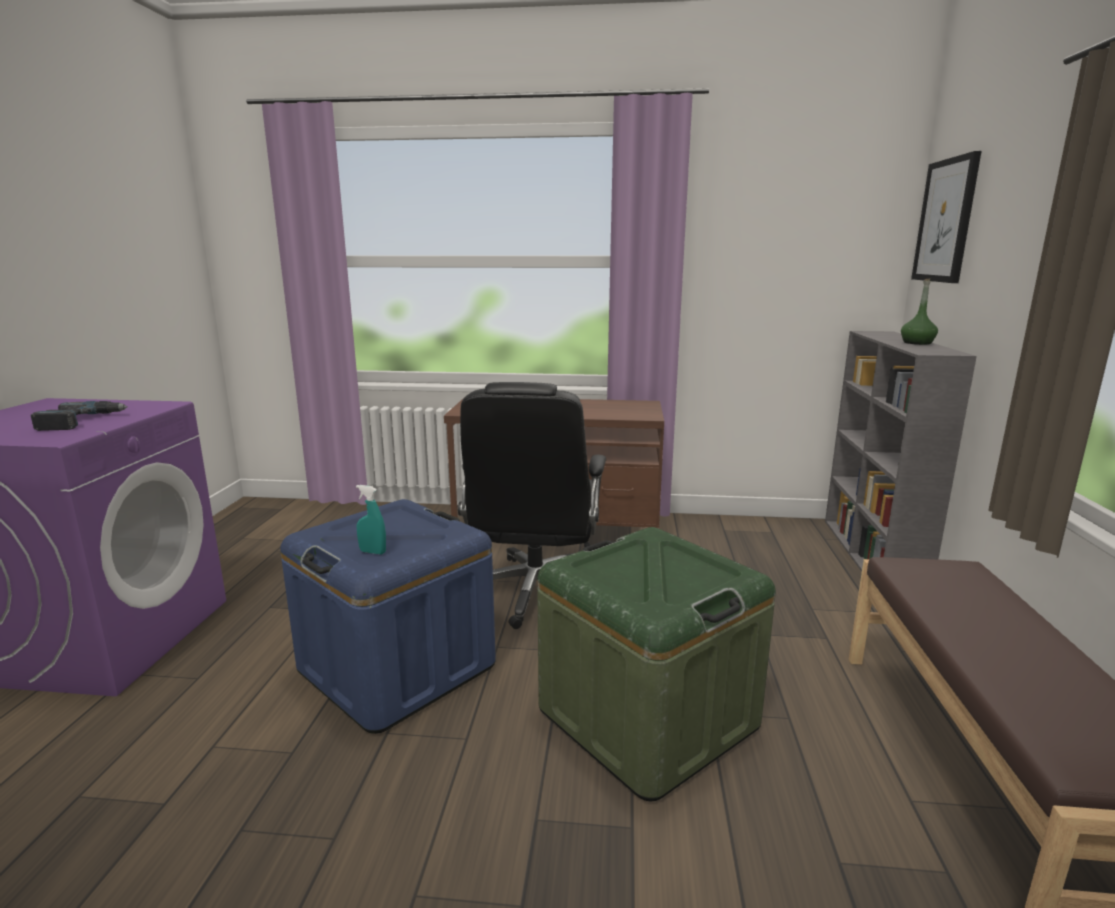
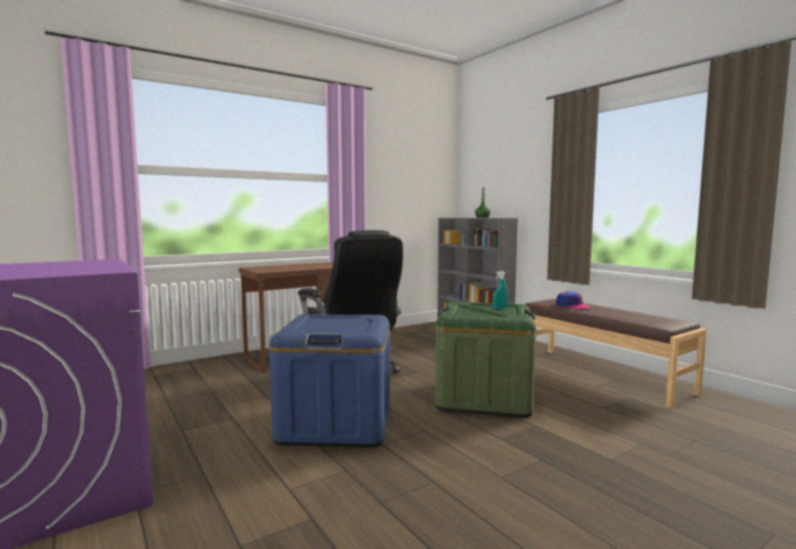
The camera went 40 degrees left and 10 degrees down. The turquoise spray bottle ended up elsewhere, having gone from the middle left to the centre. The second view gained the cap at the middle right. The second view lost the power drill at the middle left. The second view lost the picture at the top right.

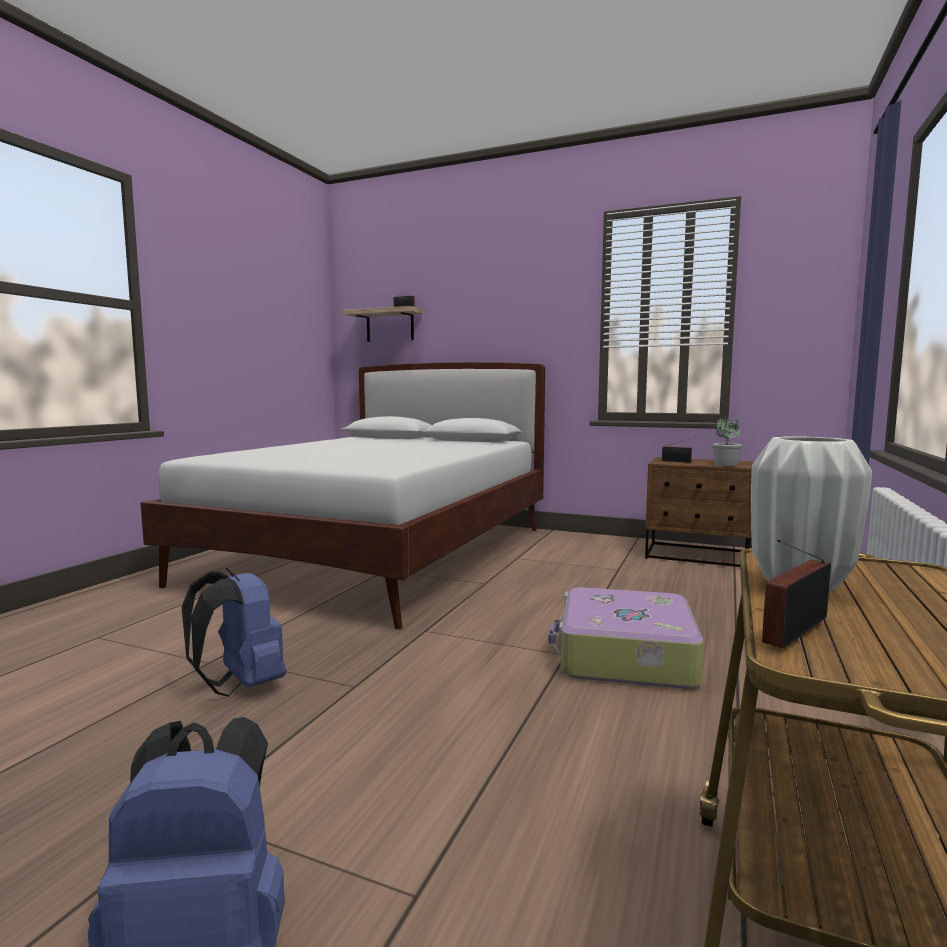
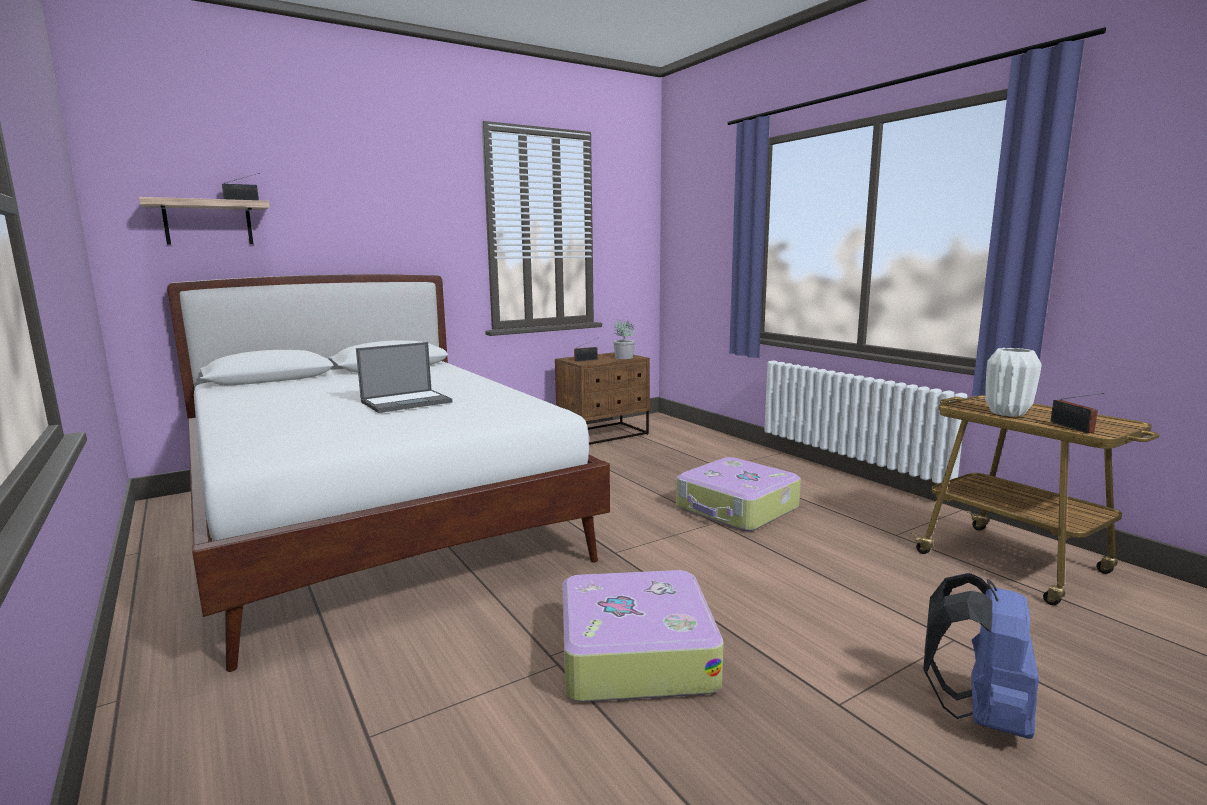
The camera went 55 degrees left and 5 degrees up. The second view gained the laptop at the centre. Where the blue backpack (no. 2 from left) stood at the bottom left, the suitcase (no. 1 from left) came to stand at the bottom centre.

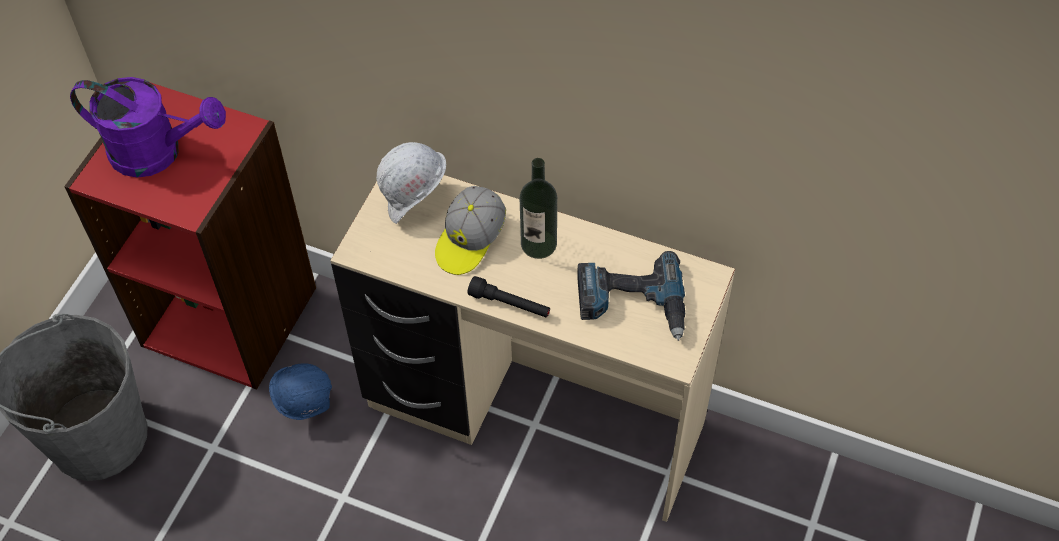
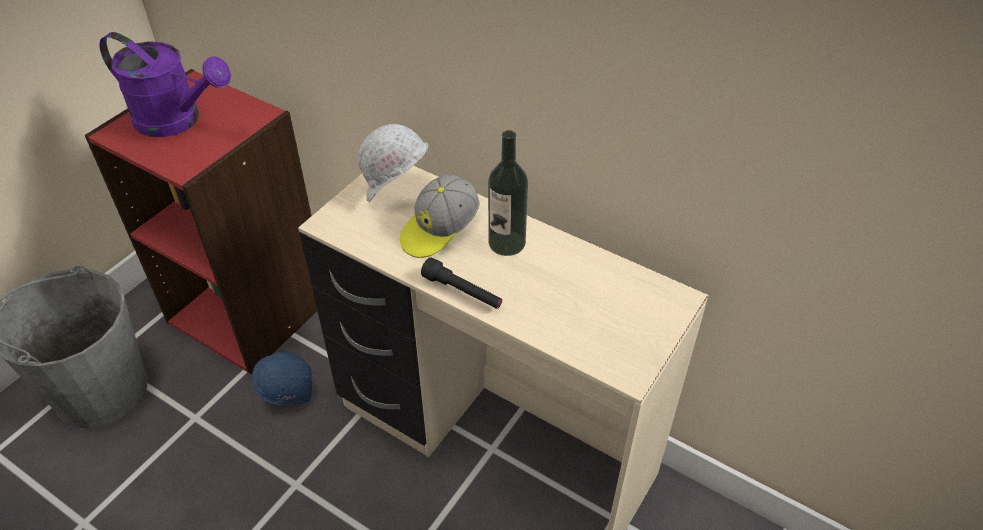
The camera went 10 degrees right and 10 degrees down. The second view lost the power drill at the centre.

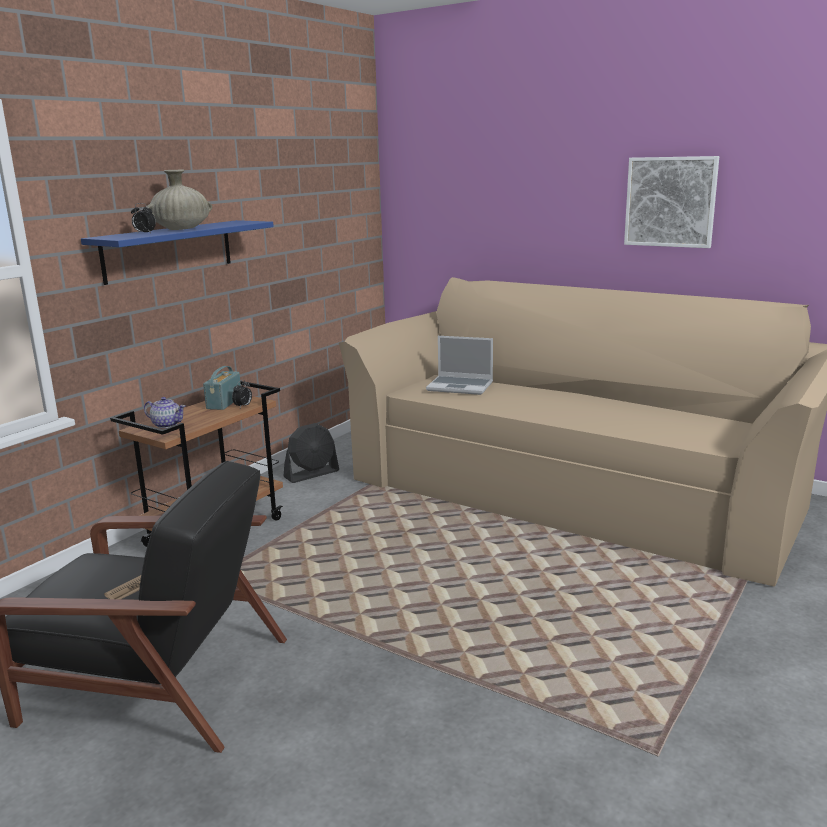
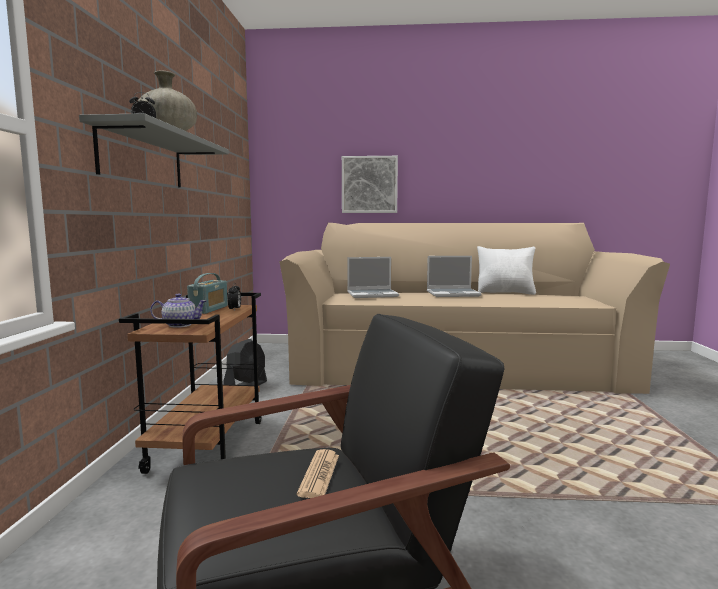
The camera went 30 degrees left and 10 degrees down. What was the blue shelf at the top left turned into the grey shelf at the top left. The radio at the middle left ended up facing another way, 150 degrees counterclockwise from before. The picture ended up elsewhere, having gone from the top right to the top centre. The second view gained the laptop (no. 2 from left) at the centre. The second view gained the white pillow at the middle right.

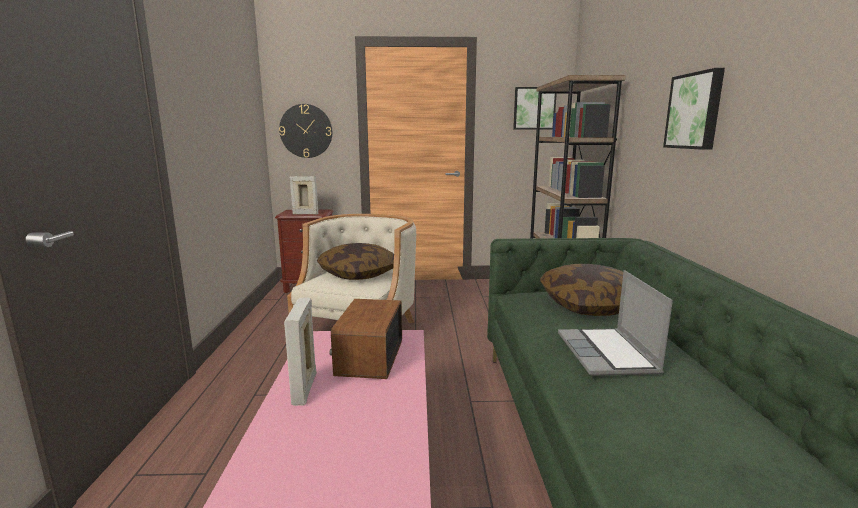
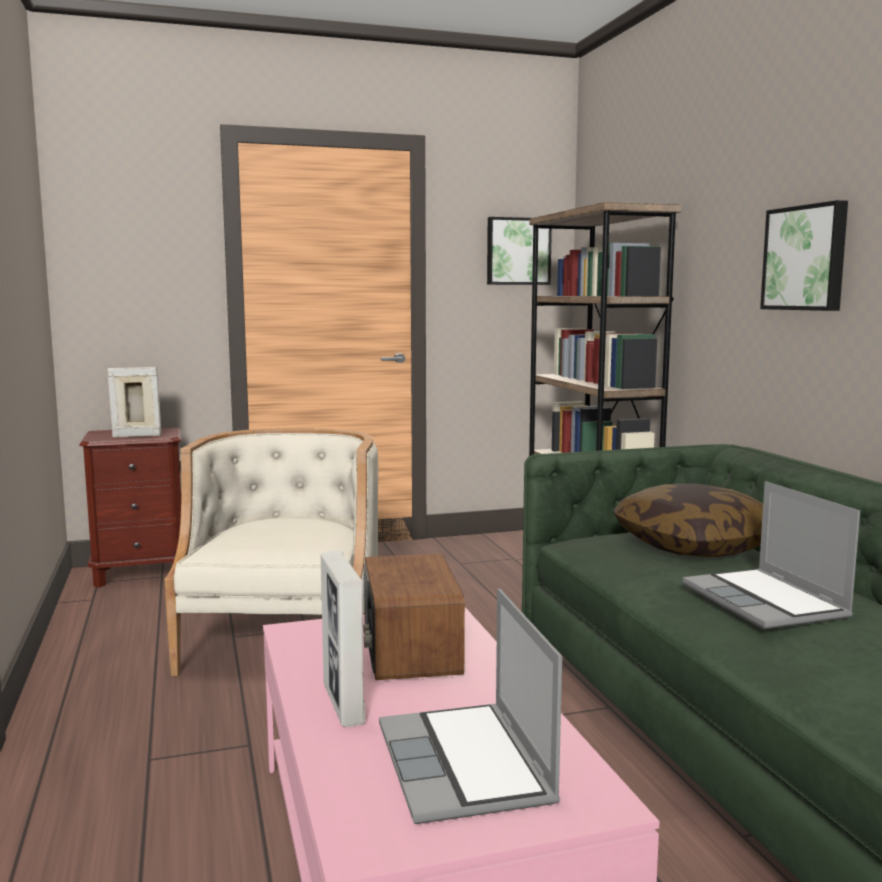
The camera went 15 degrees left and 5 degrees down. The second view gained the laptop (no. 1 from left) at the bottom centre. The second view lost the wall clock at the top centre. The second view lost the pillow (no. 1 from left) at the centre.

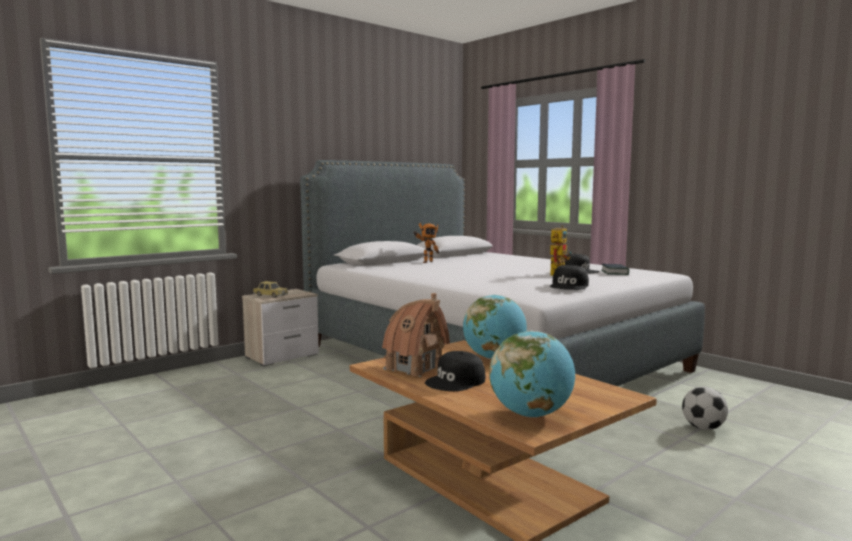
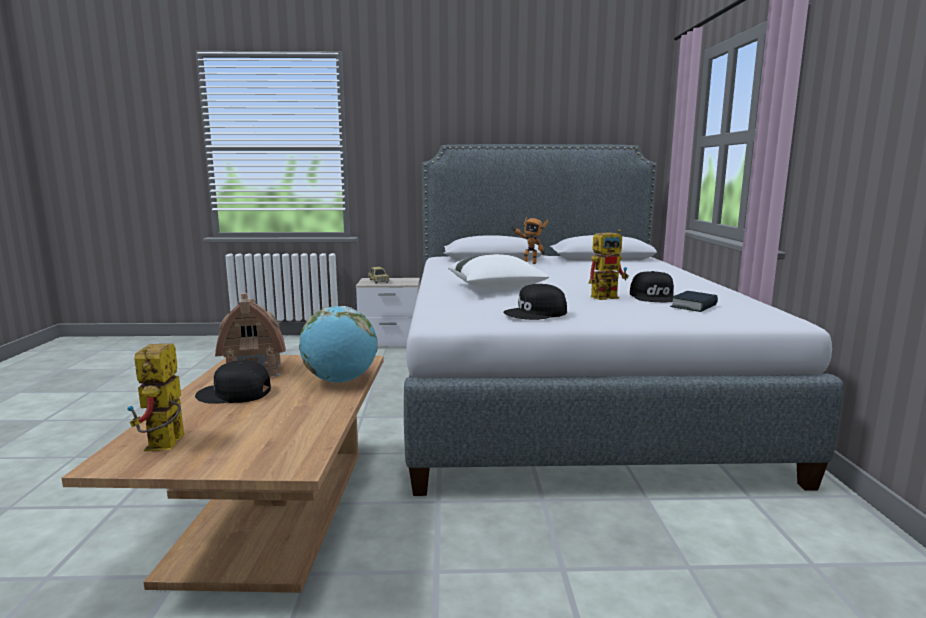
The camera went 40 degrees right and 5 degrees up. Where the globe (no. 2 from left) stood at the bottom centre, the toy robot (no. 1 from left) came to stand at the middle left. The second view gained the white pillow at the centre. The second view lost the football at the bottom right.

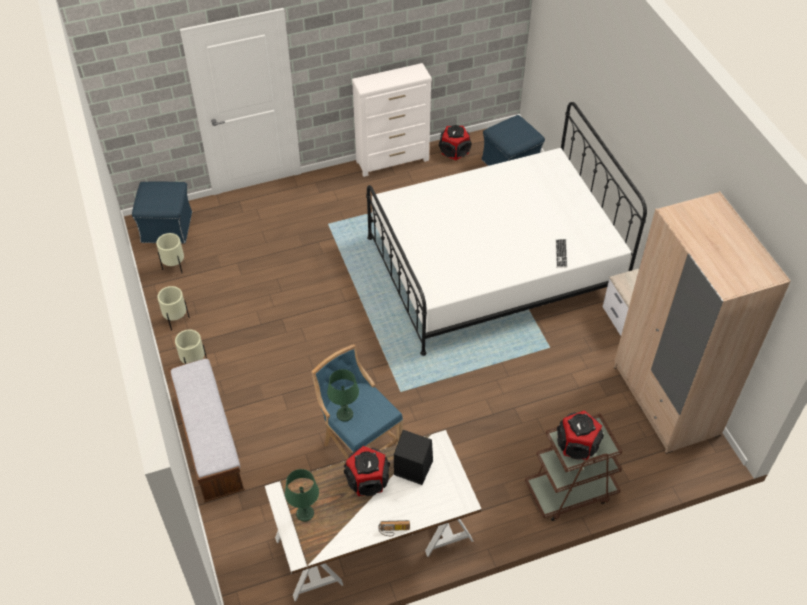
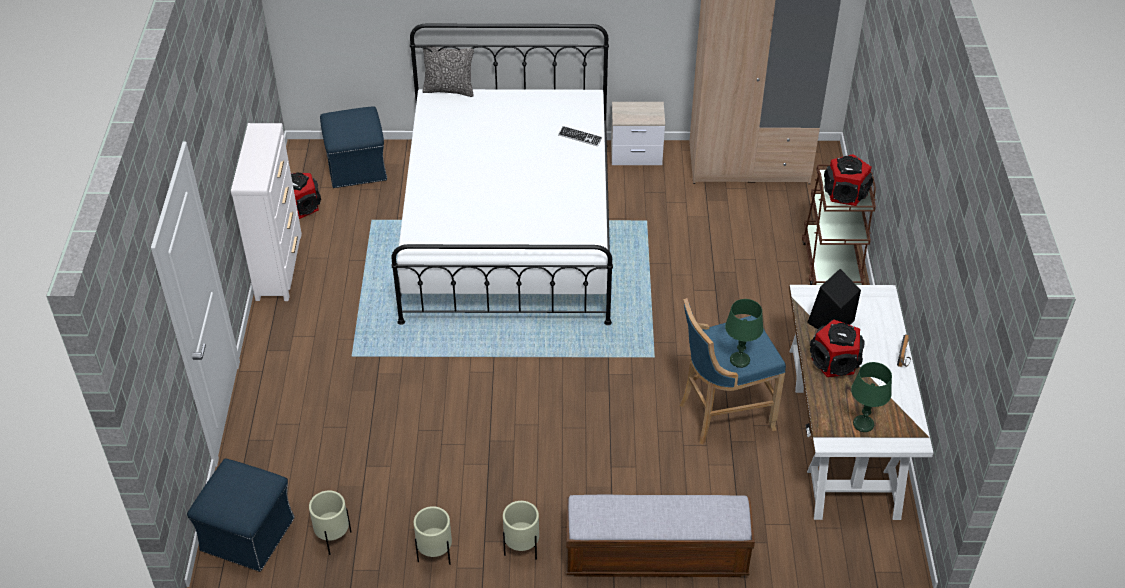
The camera went 70 degrees left and 5 degrees down. The second view gained the pillow at the top centre.

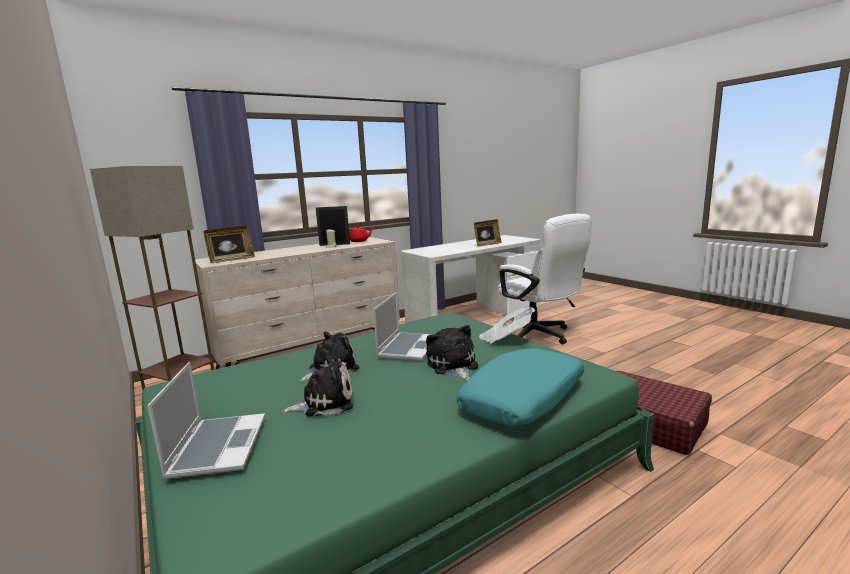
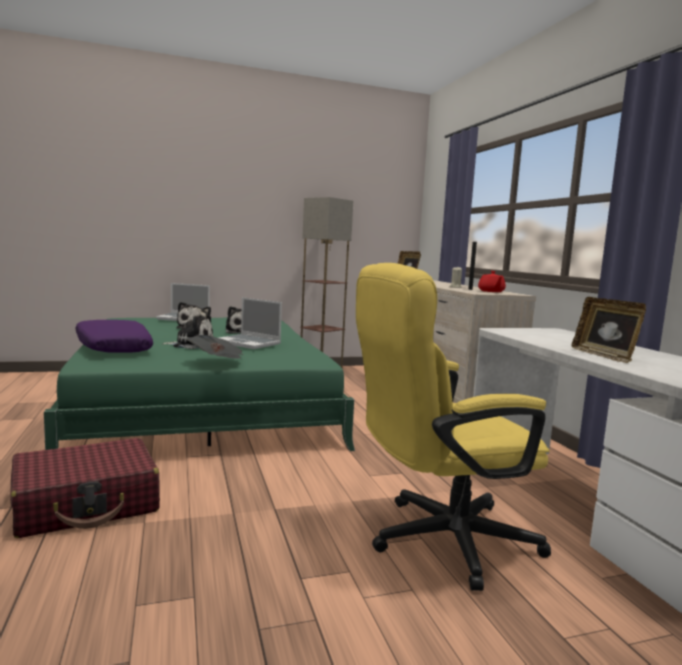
The camera went 105 degrees right and 5 degrees down. What was the turquoise pillow at the bottom centre turned into the purple pillow at the middle left. What was the white office chair at the centre turned into the yellow office chair at the centre.

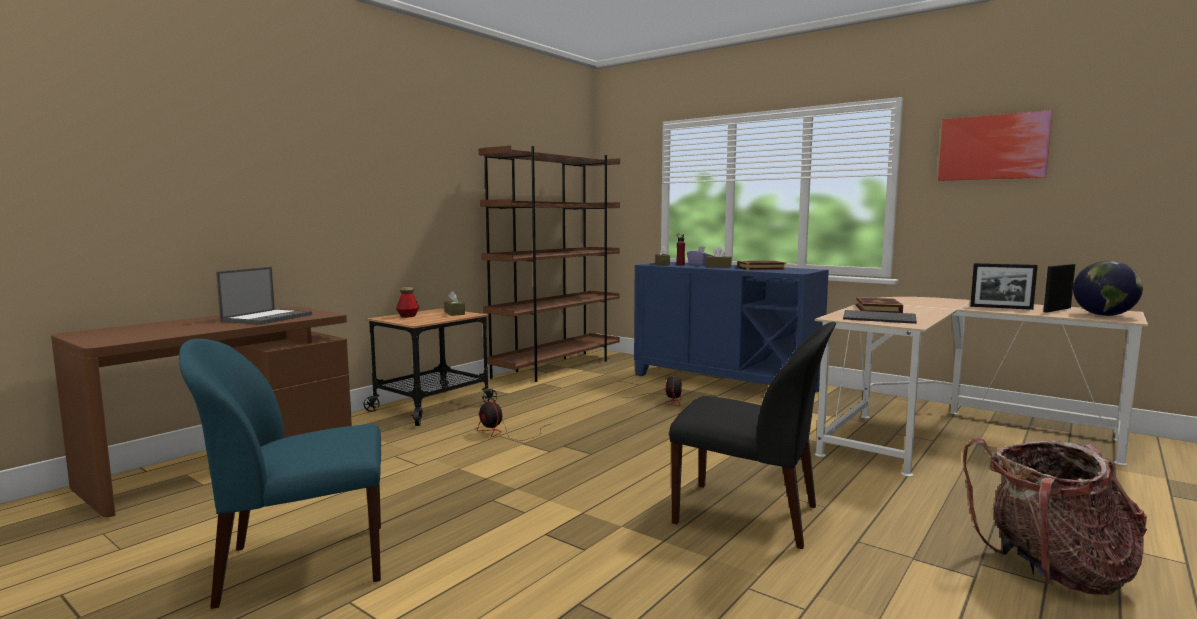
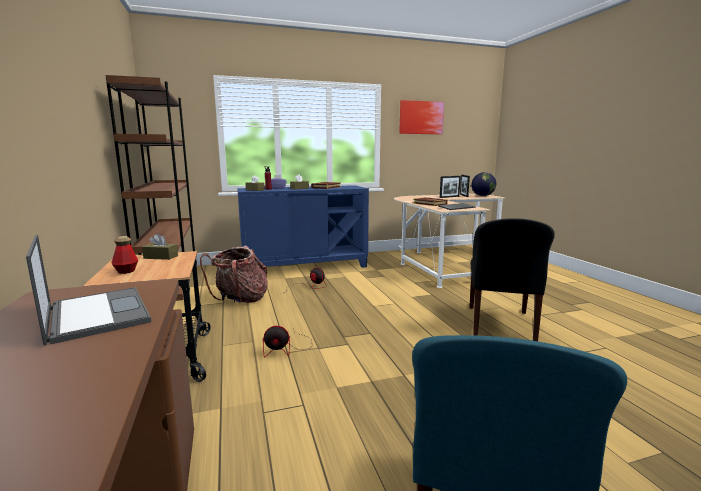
The camera went 55 degrees left and 5 degrees up. The backpack ended up elsewhere, having gone from the bottom right to the centre. The black chair at the bottom centre ended up facing another way, 135 degrees clockwise from before.

